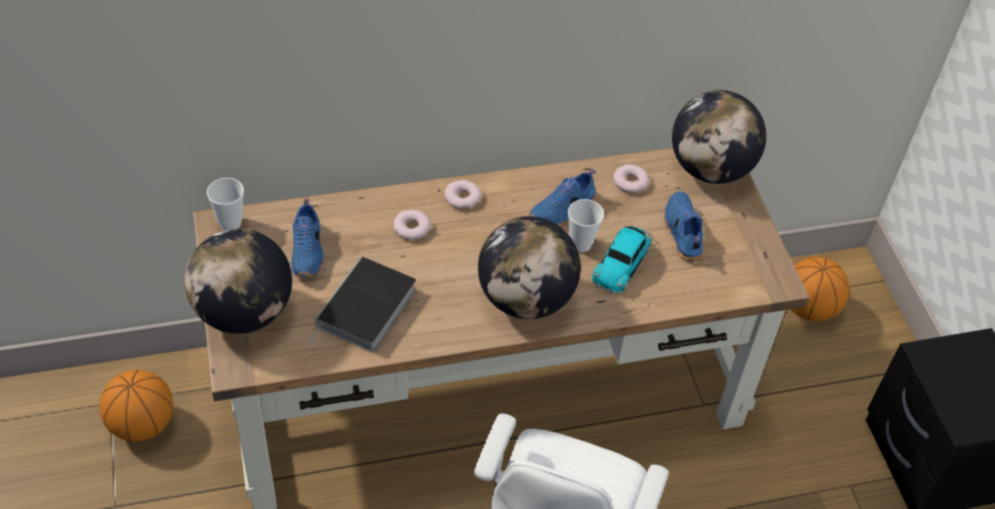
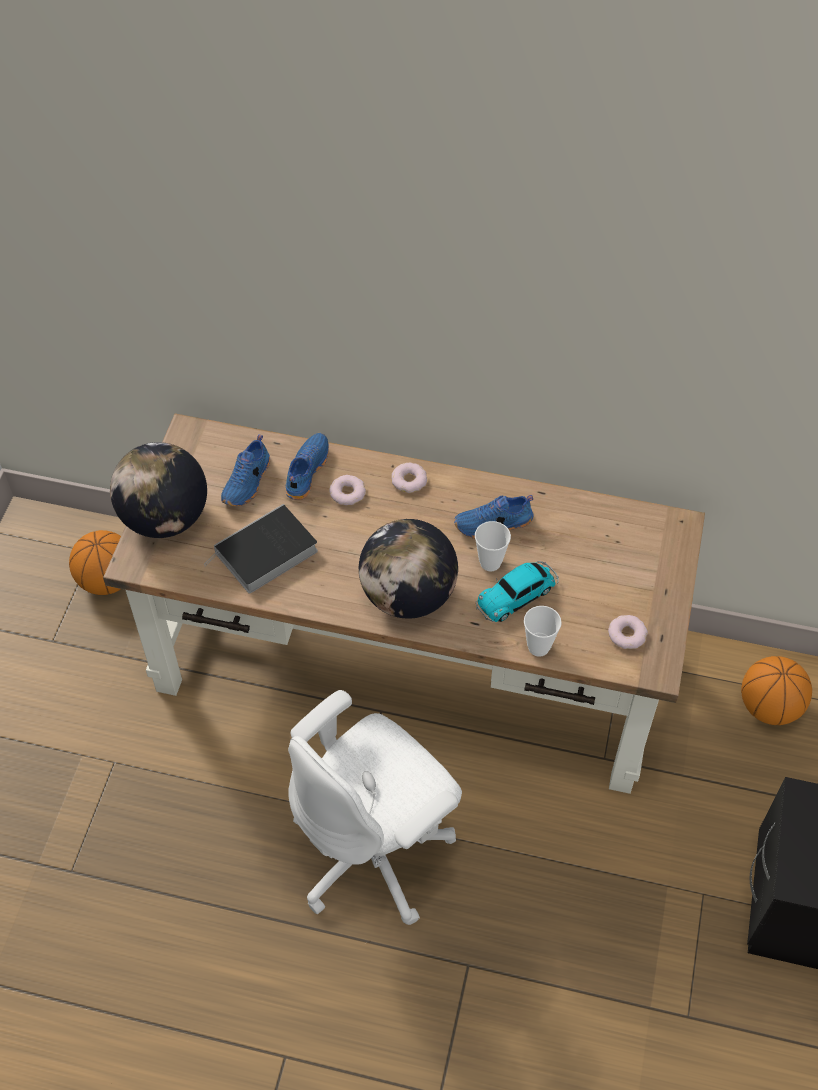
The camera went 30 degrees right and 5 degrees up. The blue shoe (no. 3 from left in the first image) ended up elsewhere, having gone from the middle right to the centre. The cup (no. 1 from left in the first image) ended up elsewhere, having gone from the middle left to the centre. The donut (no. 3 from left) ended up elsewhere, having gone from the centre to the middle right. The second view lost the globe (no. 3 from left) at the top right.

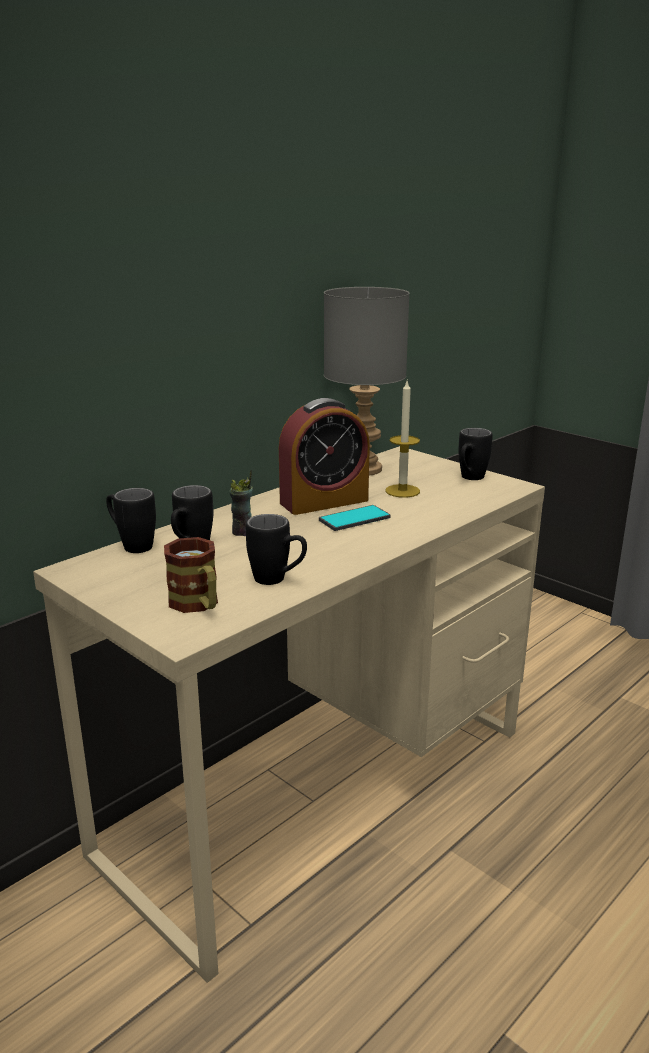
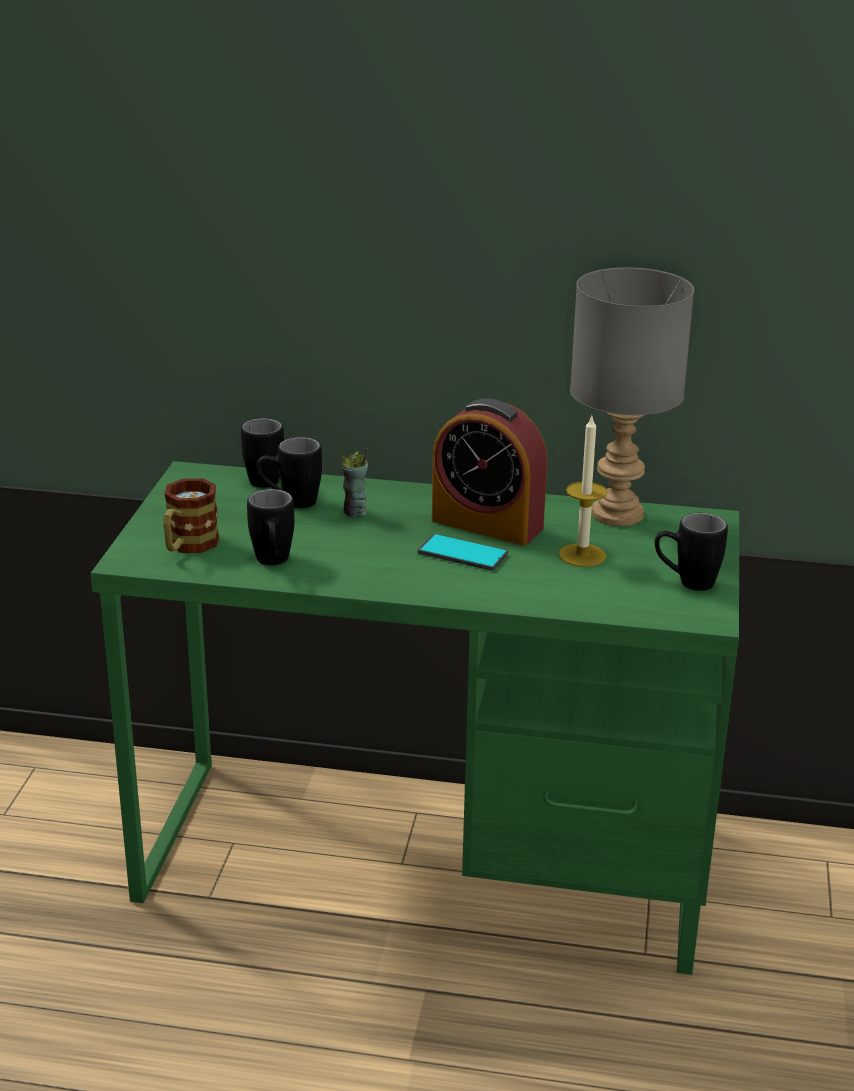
The camera went 55 degrees right and 5 degrees up. What was the beige desk at the bottom centre turned into the green desk at the centre.

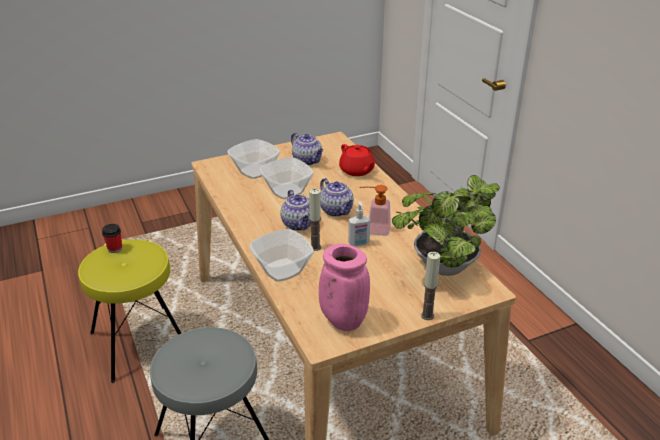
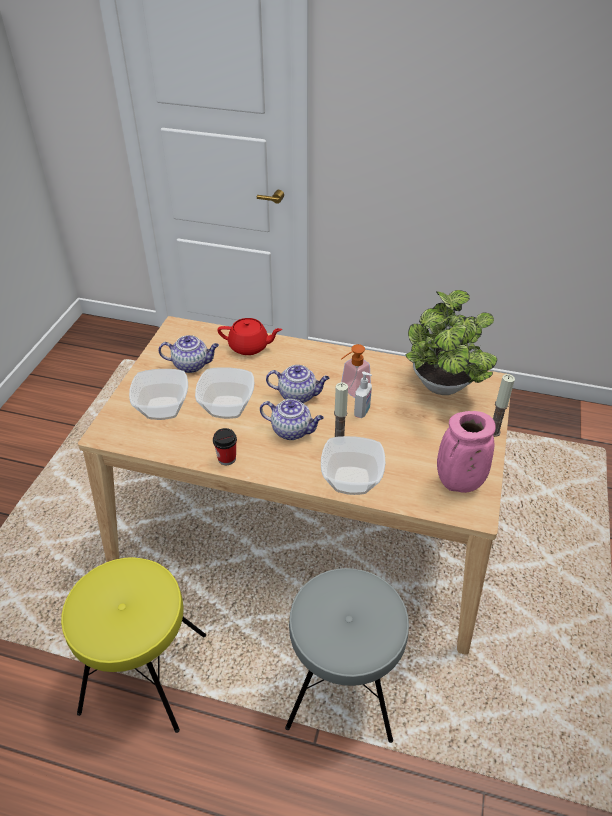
The camera went 50 degrees left and 10 degrees up. The cup ended up elsewhere, having gone from the middle left to the centre.

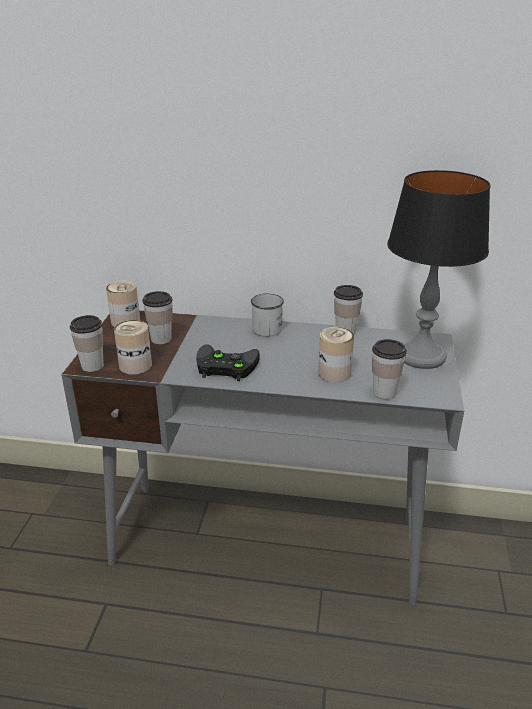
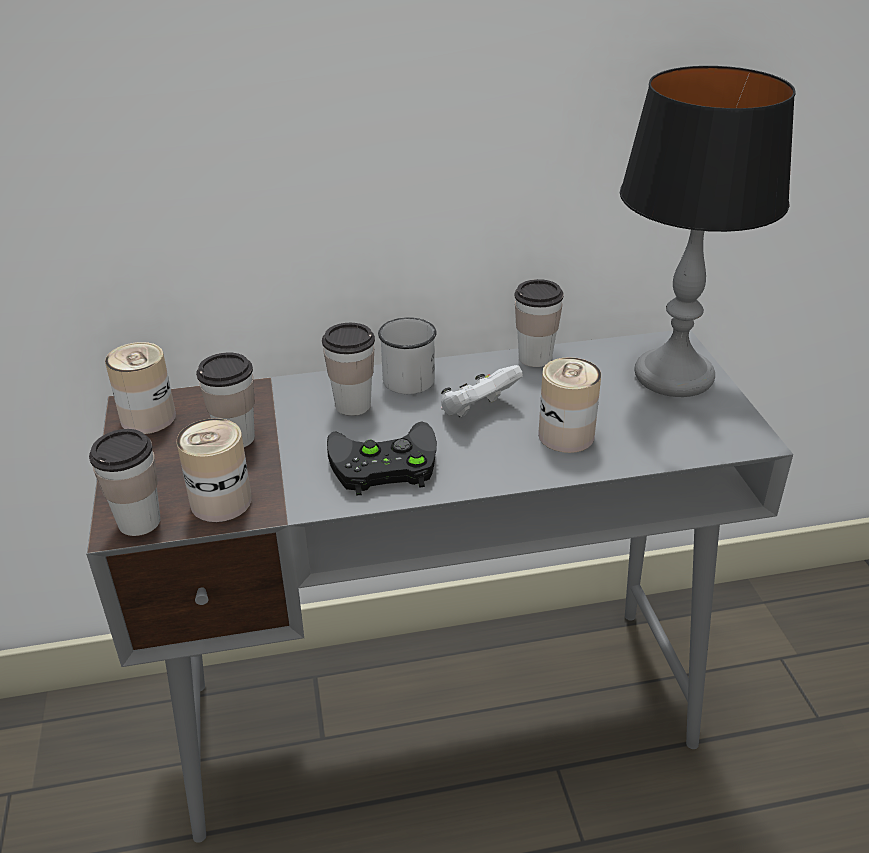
The camera went 20 degrees left and 5 degrees up. The cup (no. 4 from left in the first image) ended up elsewhere, having gone from the middle right to the centre. The second view gained the white game controller at the centre.

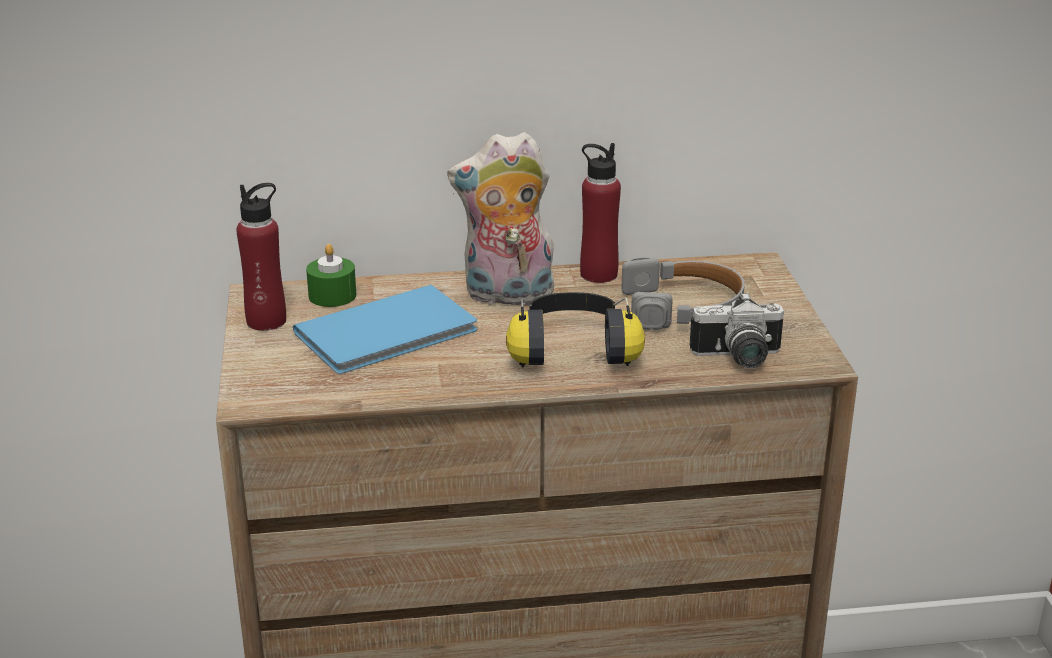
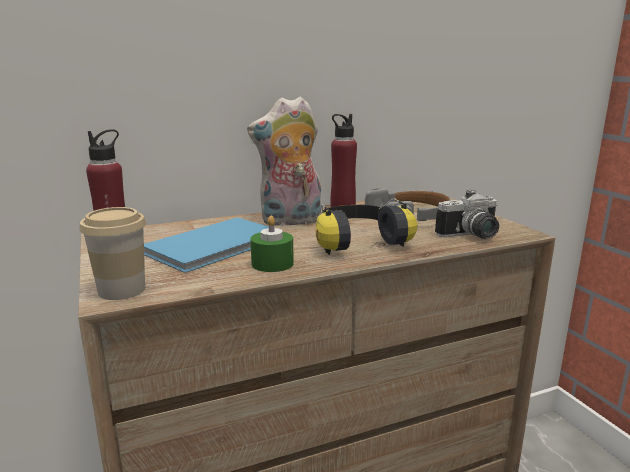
The camera went 15 degrees left and 10 degrees down. The second view gained the cup at the middle left. The green candle ended up elsewhere, having gone from the middle left to the centre.

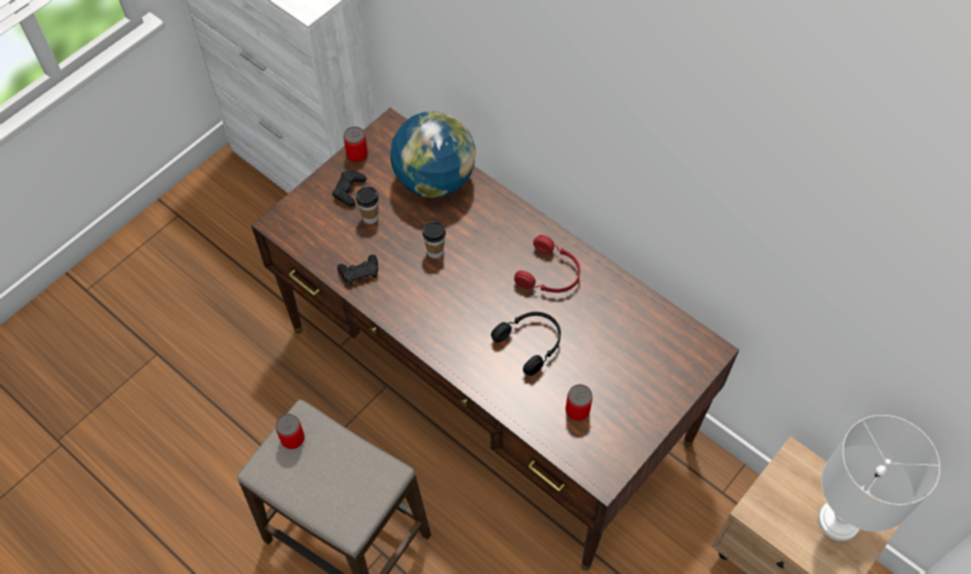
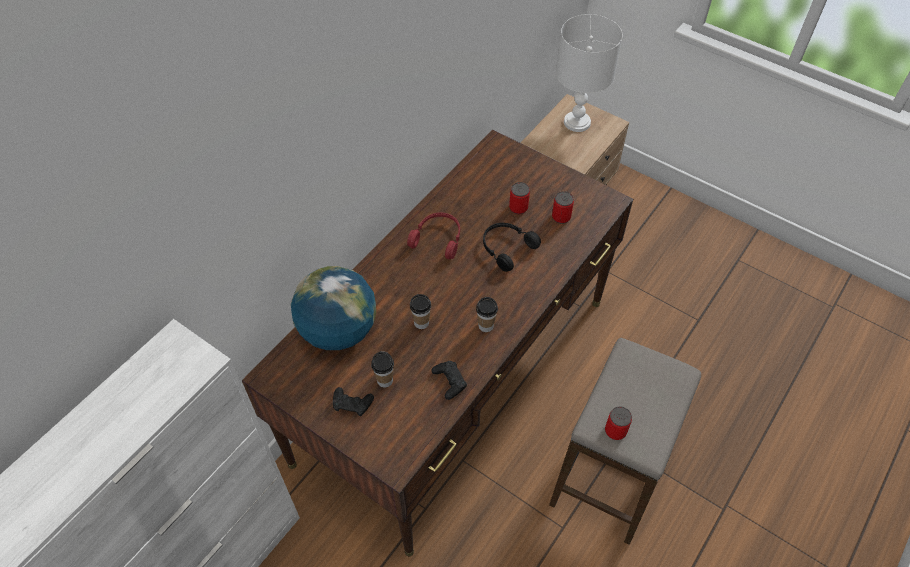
The camera went 95 degrees left and 5 degrees down. The second view gained the cup (no. 3 from left) at the centre. The can (no. 2 from left in the first image) ended up elsewhere, having gone from the top centre to the centre.

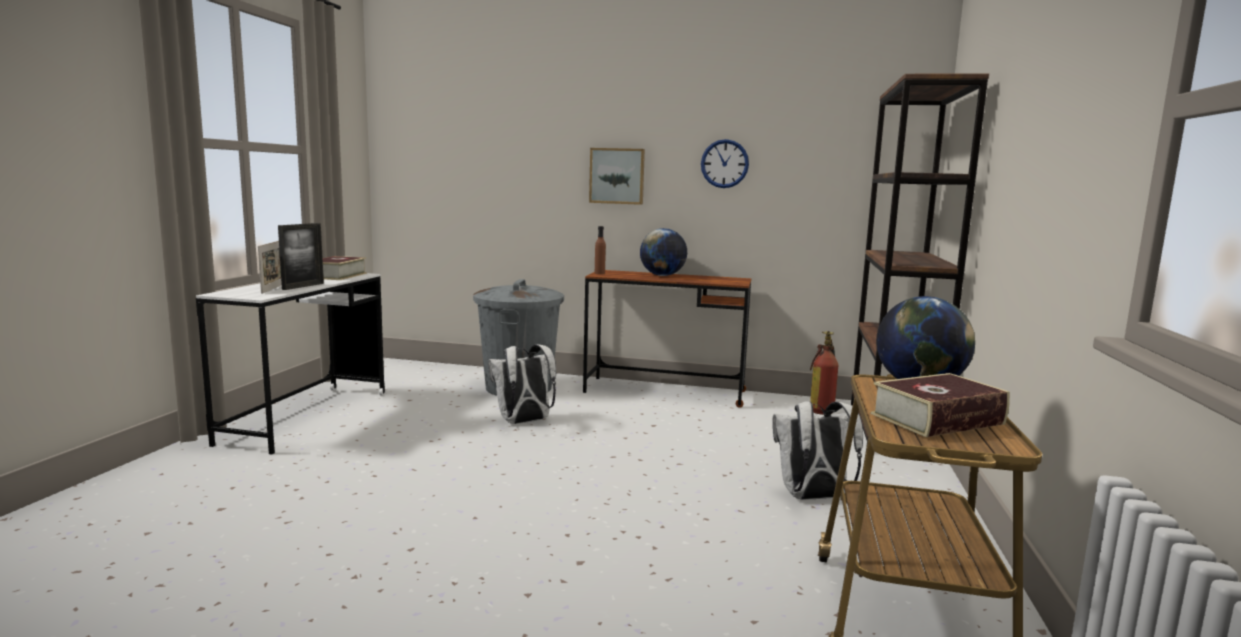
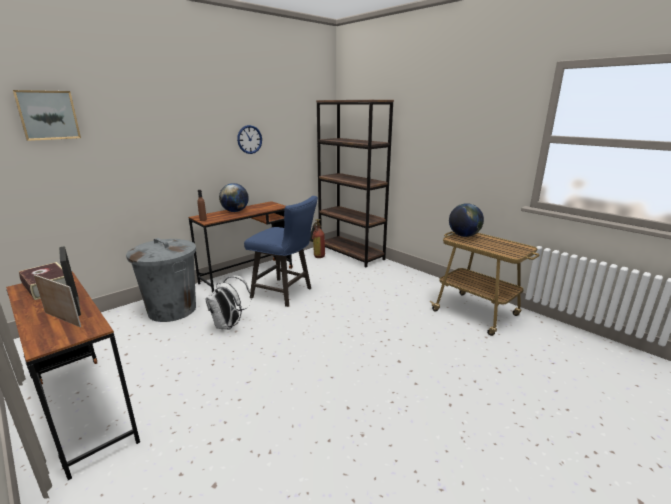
The camera went 55 degrees left and 10 degrees up. What was the white desk at the middle left turned into the brown desk (no. 1 from left) at the bottom left. The picture ended up elsewhere, having gone from the top centre to the top left. The second view gained the blue stool at the centre. The second view lost the white backpack (no. 2 from left) at the bottom centre. The second view lost the book (no. 2 from left) at the middle right.

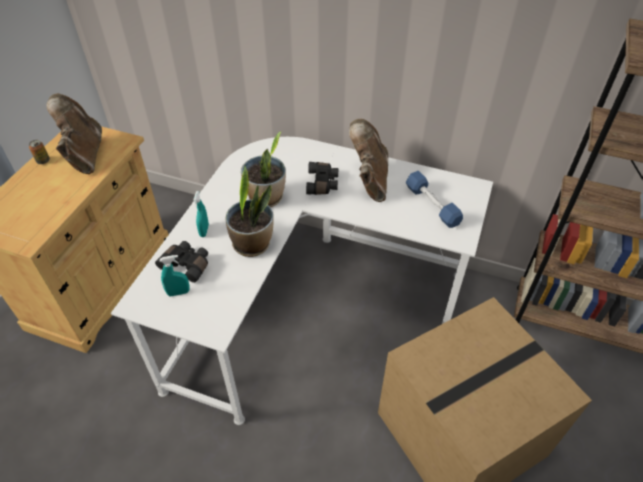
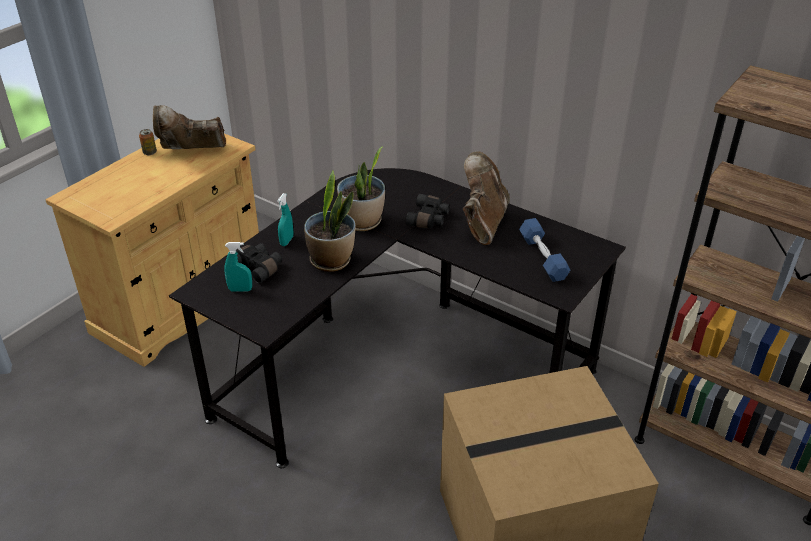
The camera went 15 degrees right and 10 degrees down. The brown boot (no. 1 from left) at the top left ended up facing another way, 105 degrees counterclockwise from before. What was the white desk at the centre turned into the black desk at the centre.

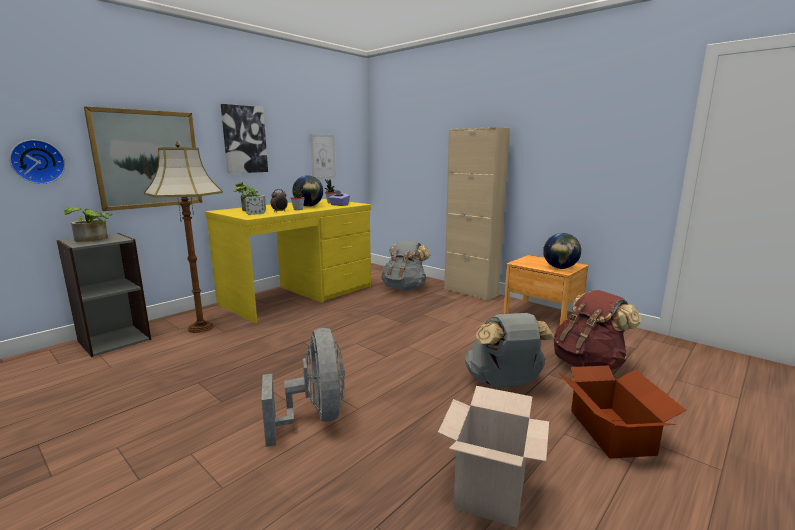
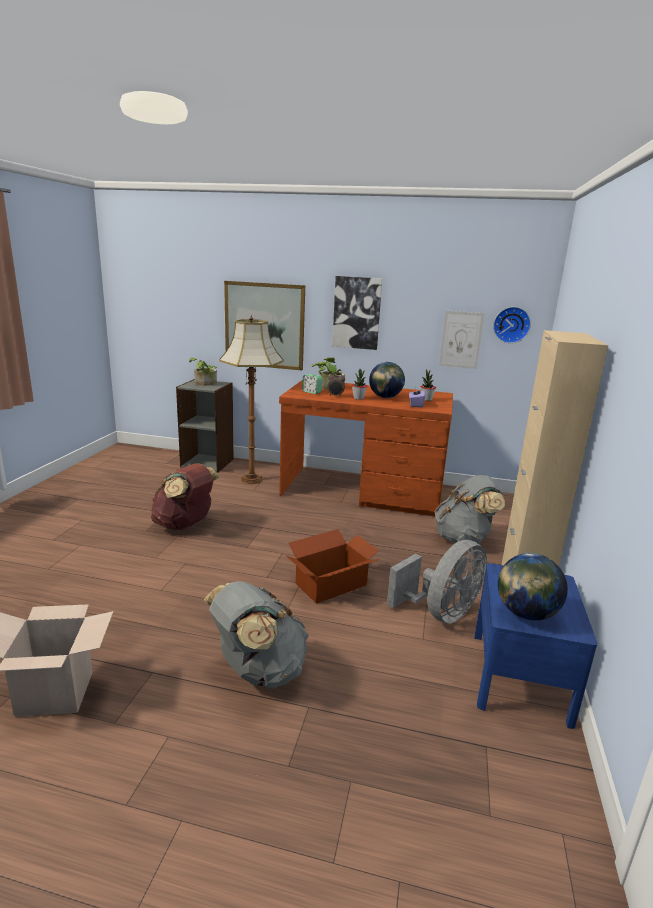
The camera went 60 degrees right and 5 degrees up. The brown backpack ended up elsewhere, having gone from the middle right to the middle left. What was the yellow desk at the centre turned into the brown desk at the centre. The cardboard box (no. 2 from left) ended up elsewhere, having gone from the bottom right to the centre. The grey fan ended up elsewhere, having gone from the bottom centre to the middle right. What was the brown nightstand at the middle right turned into the blue nightstand at the bottom right. The wall clock ended up elsewhere, having gone from the top left to the middle right.

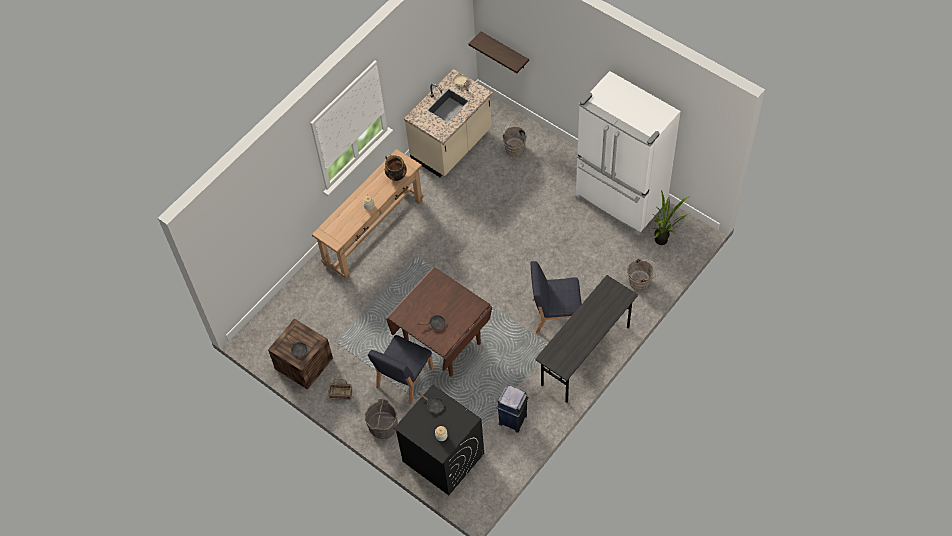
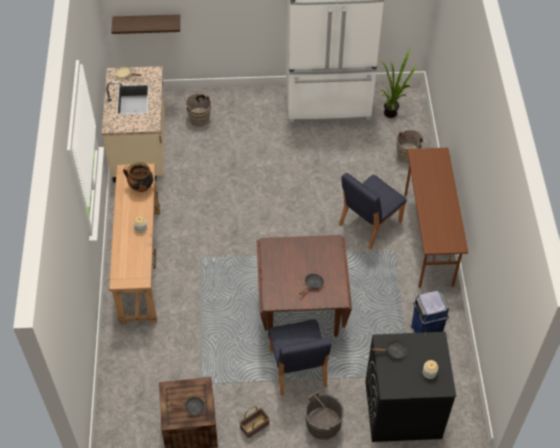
The camera went 45 degrees left and 5 degrees down. What was the grey desk at the centre turned into the brown desk at the middle right.

